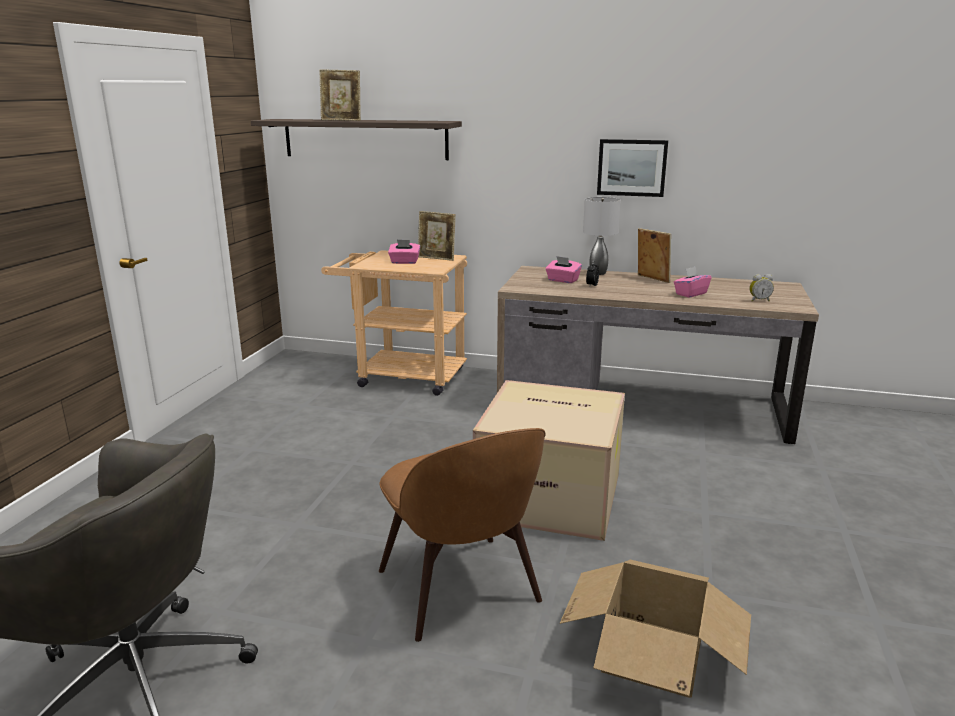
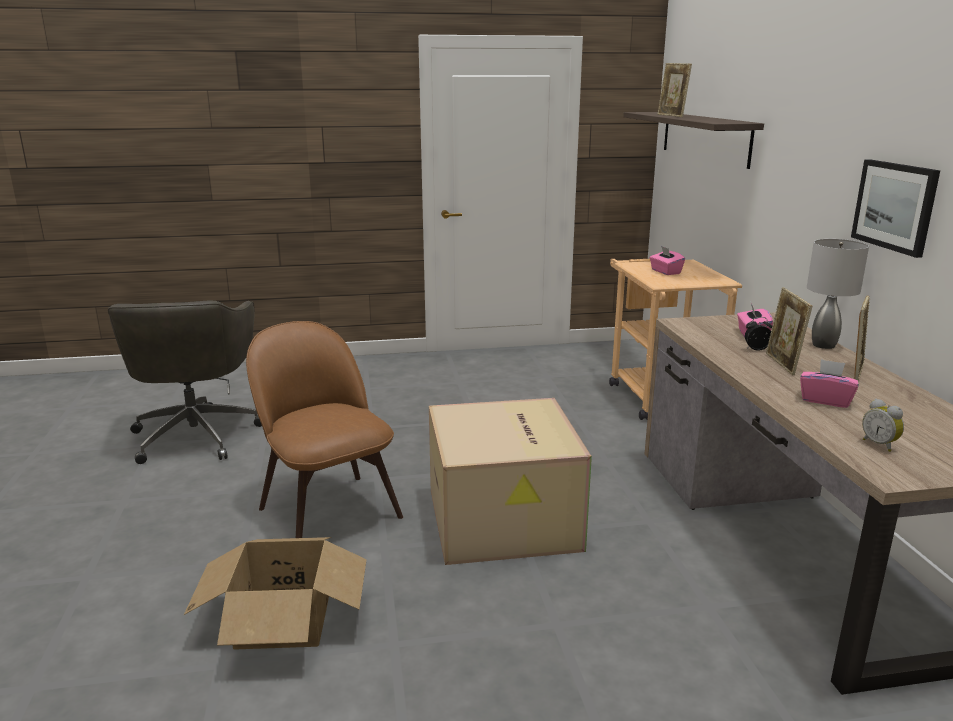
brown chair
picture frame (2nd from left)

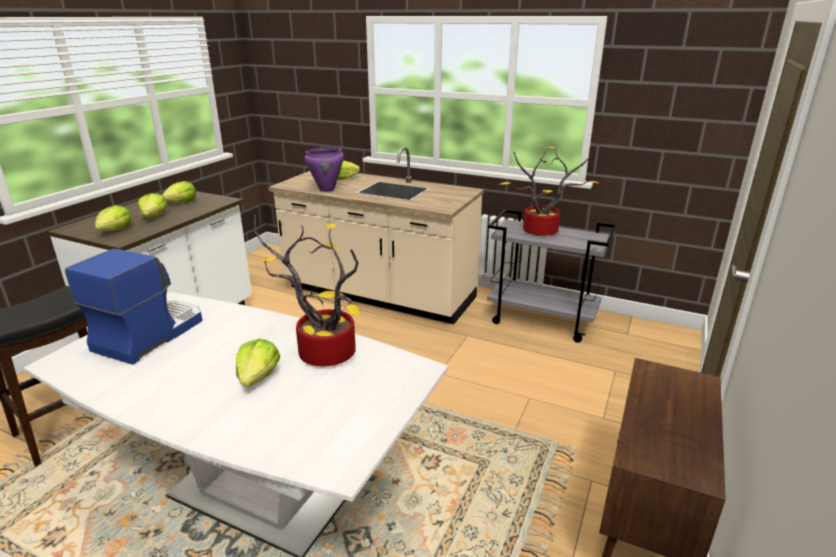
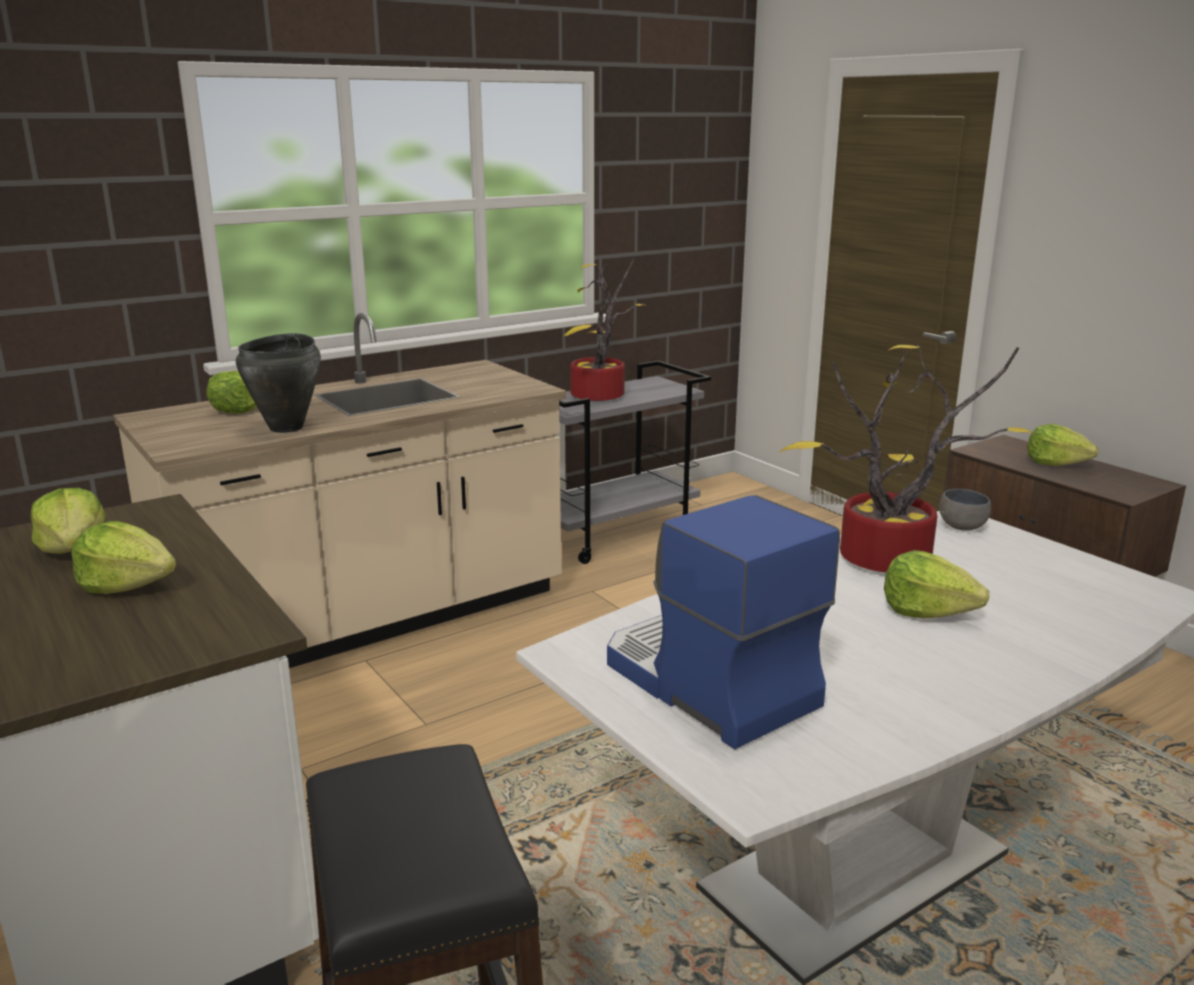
black cooking pot
grey bowl
lettuce (5th from left)

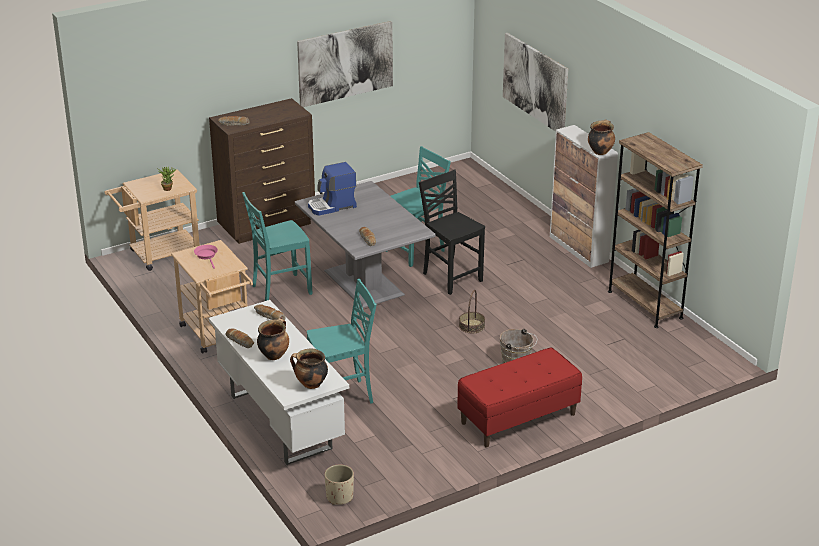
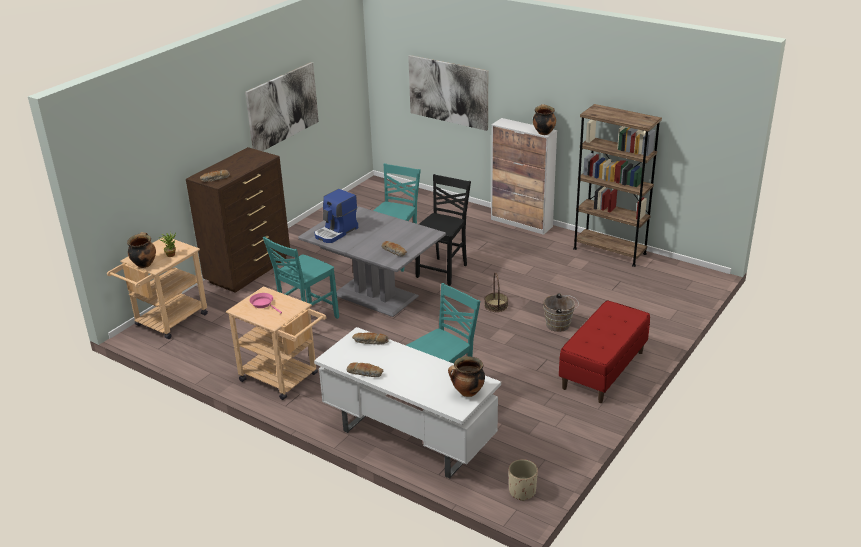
cooking pot (1st from left)
black chair

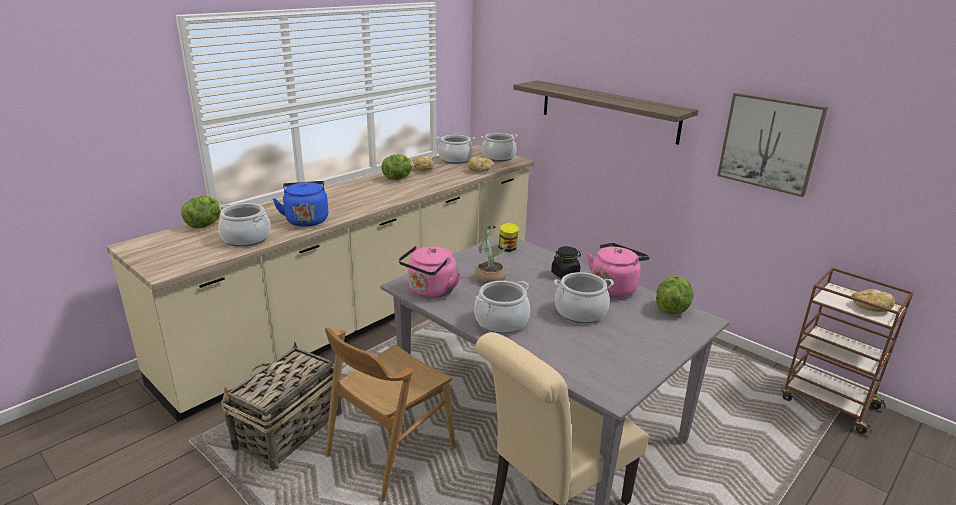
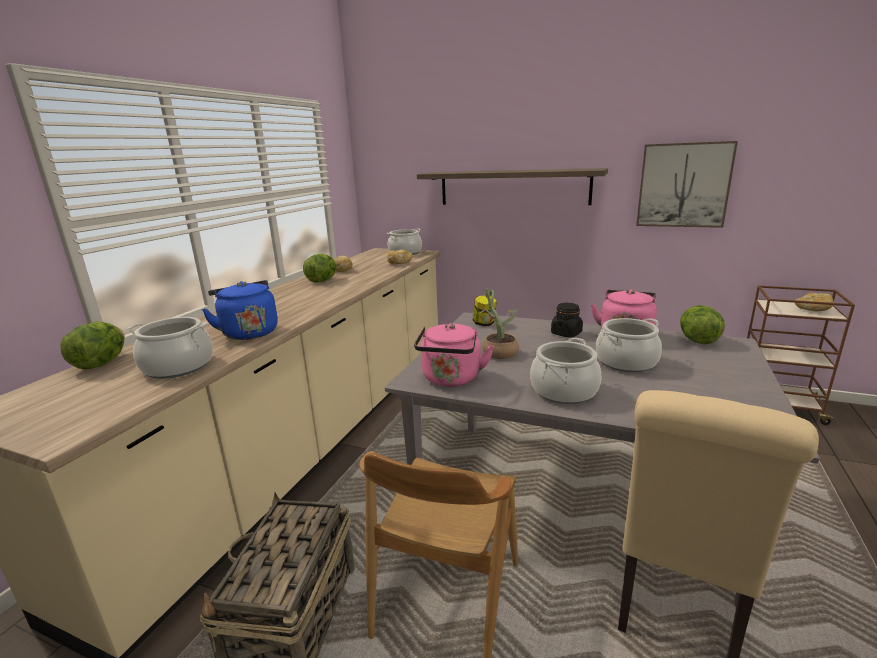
cooking pot (2nd from left in the first image)

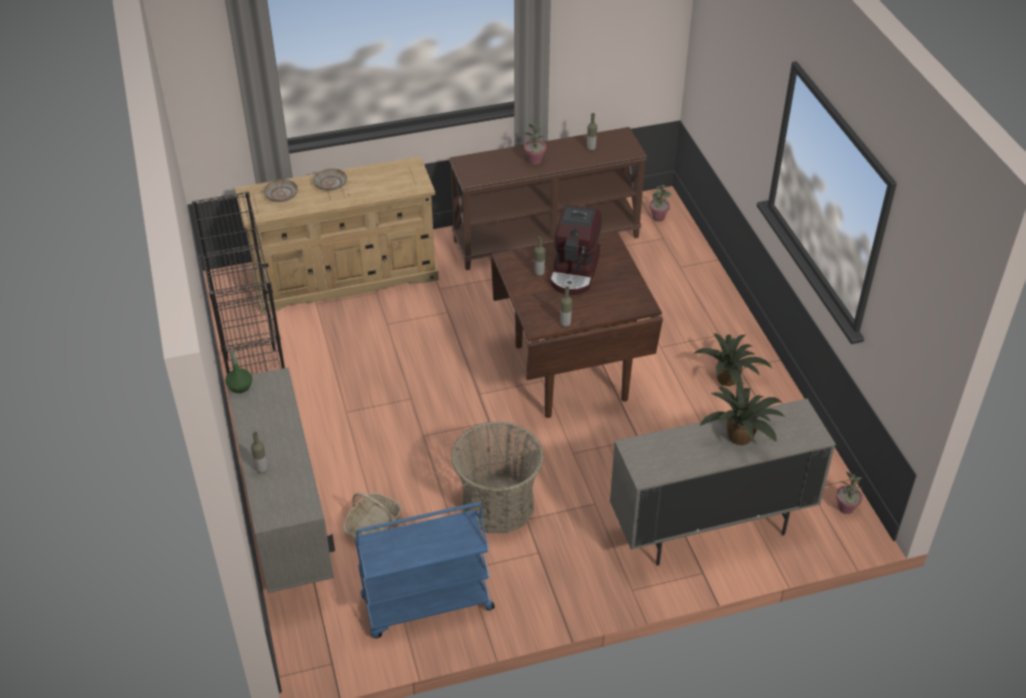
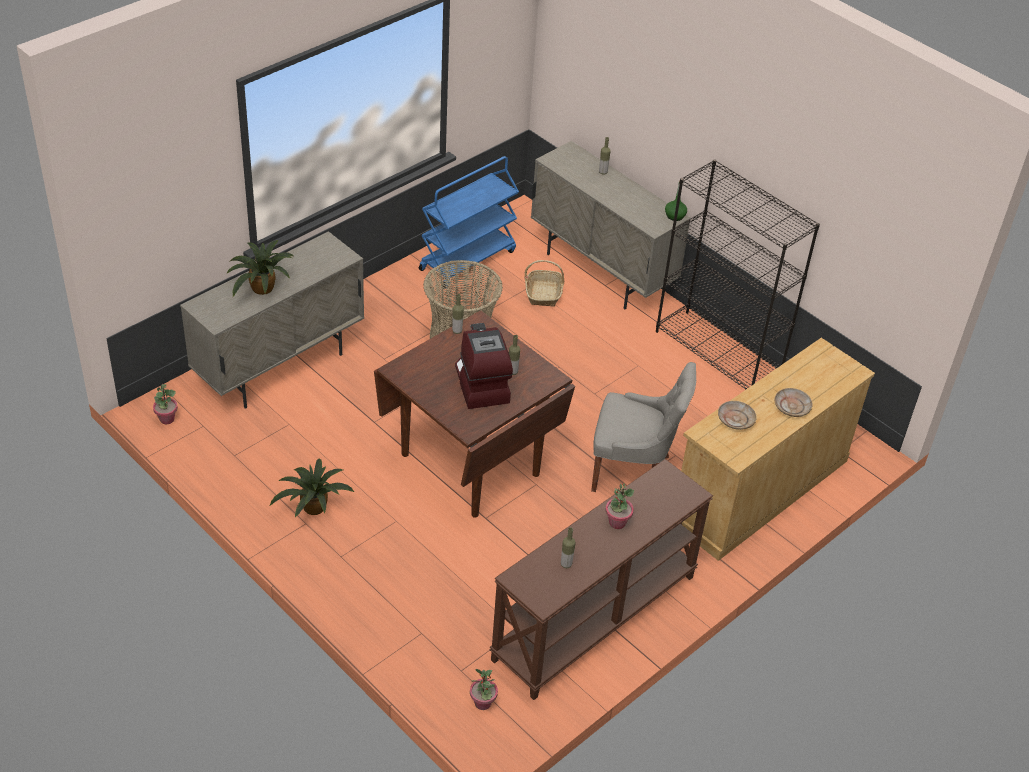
grey chair
beige plate (1st from left)

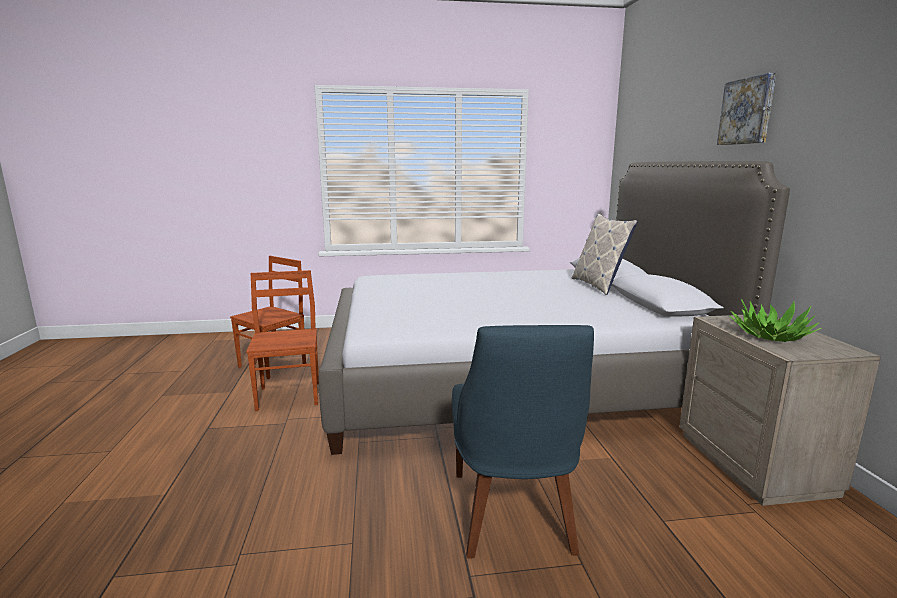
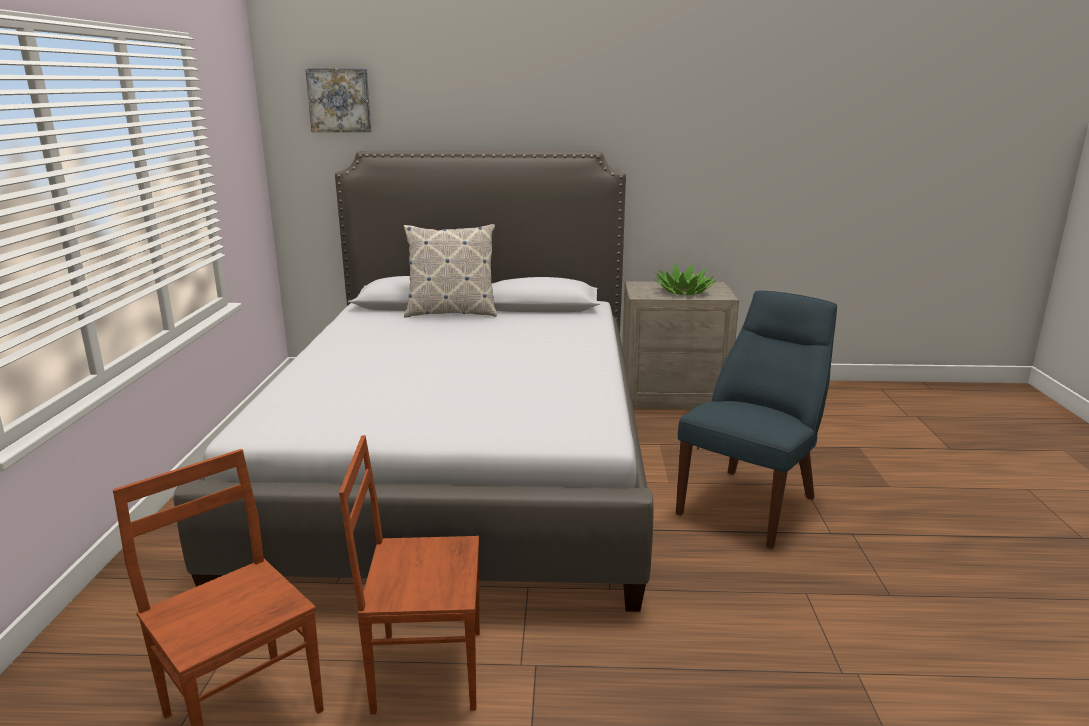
picture
blue chair

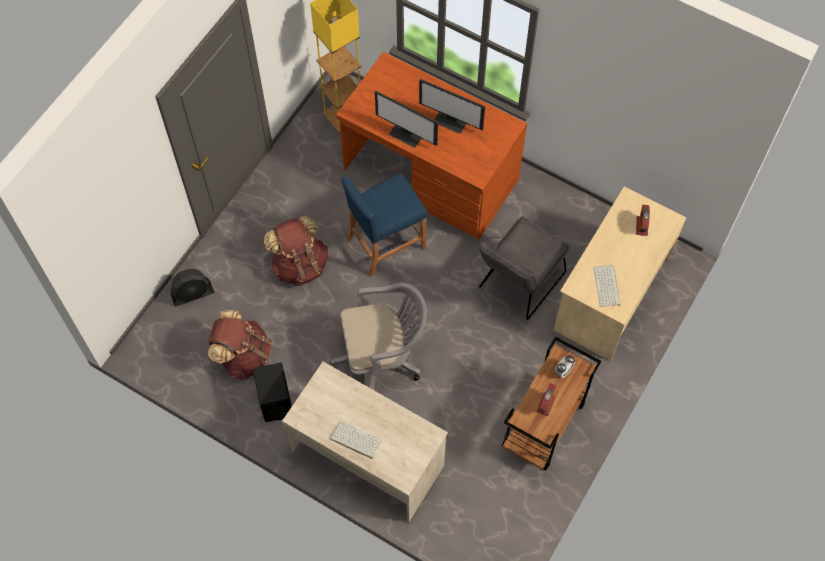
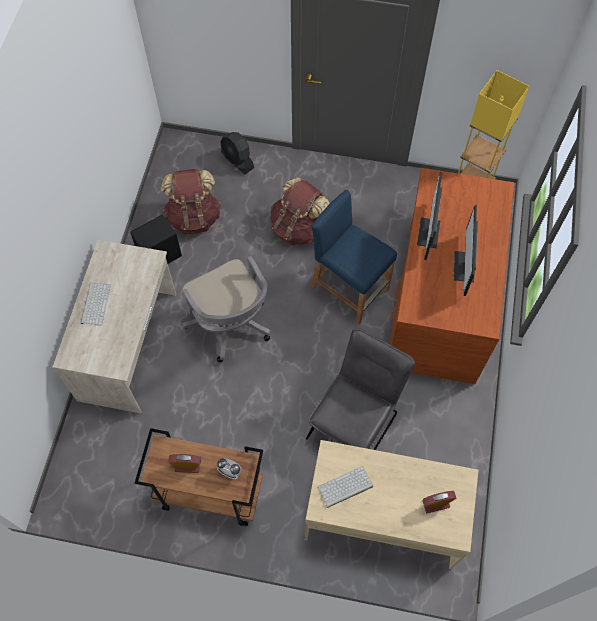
grey chair

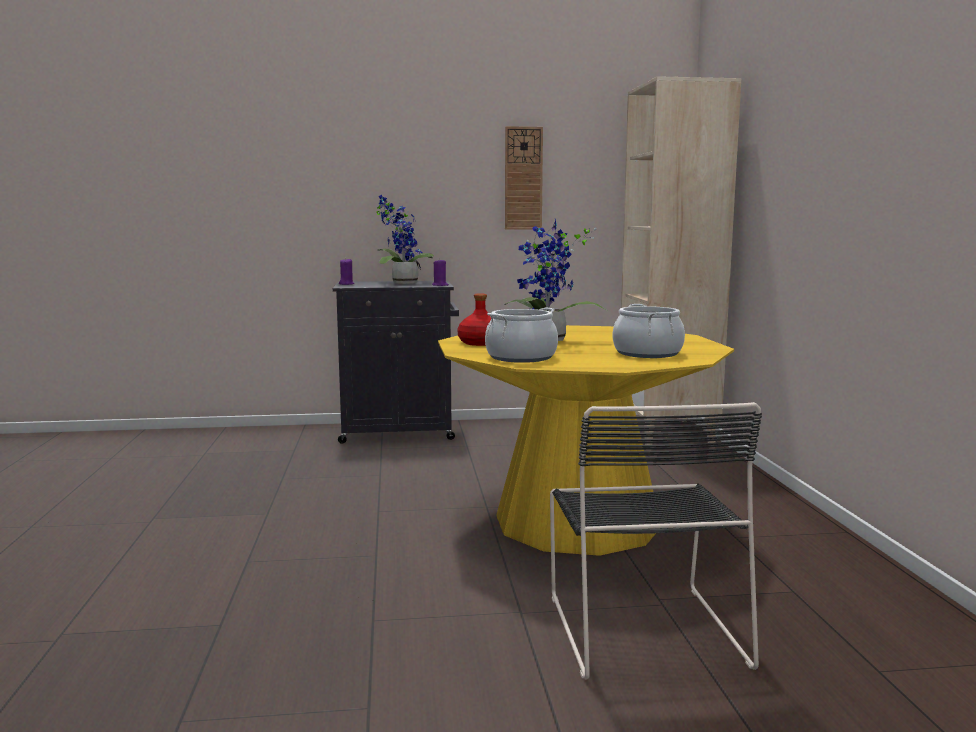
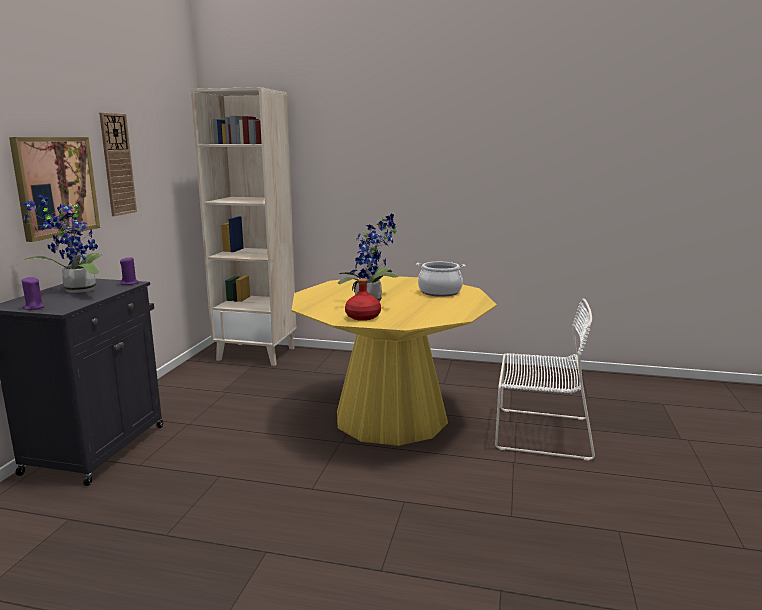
picture
white chair
cooking pot (1st from left in the first image)

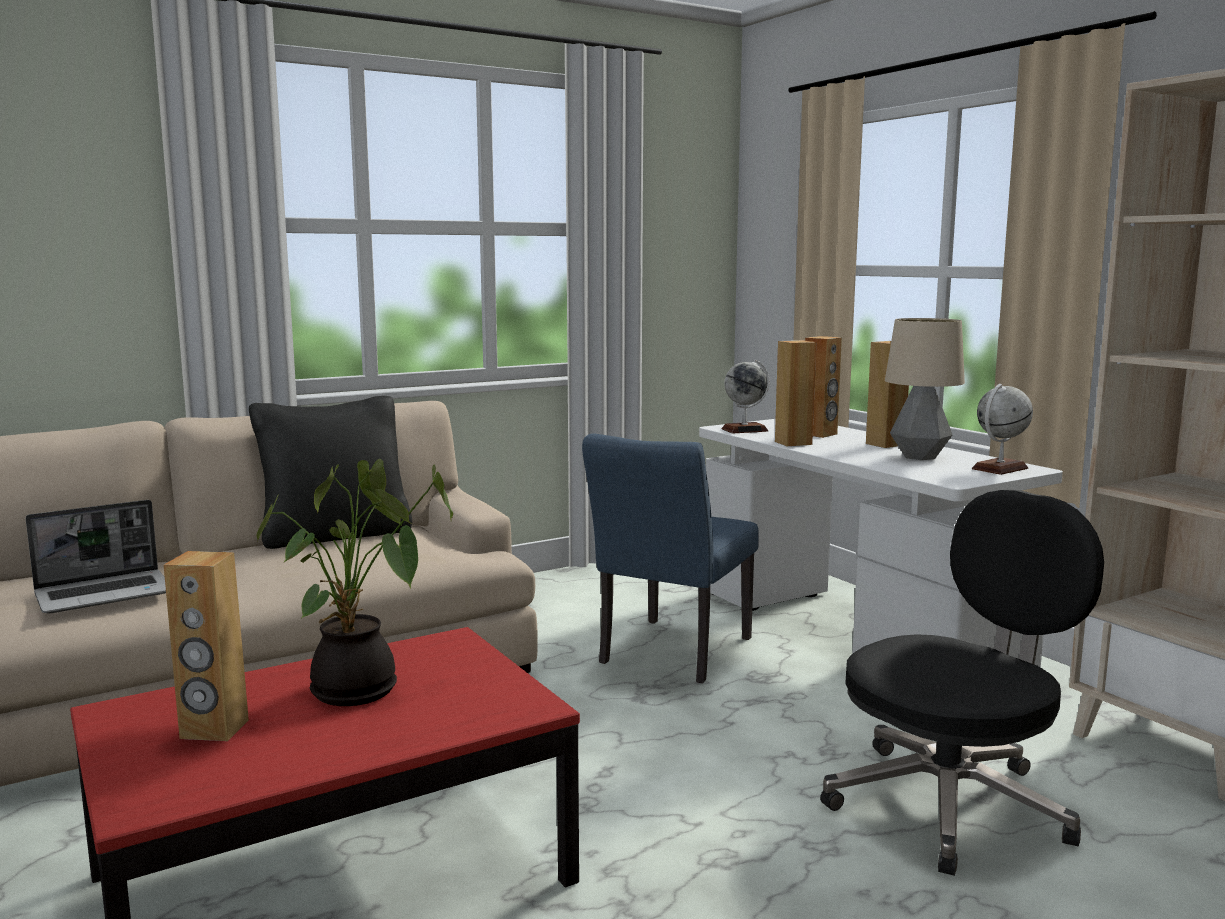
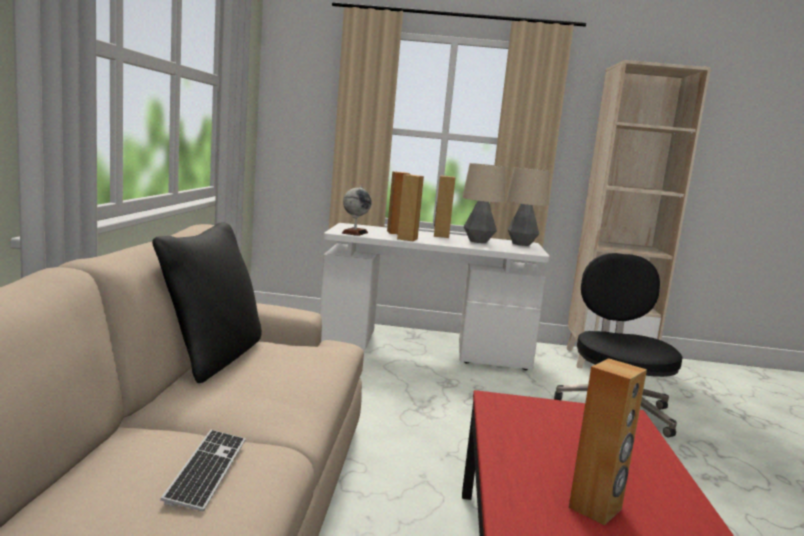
keyboard
table lamp (2nd from left)
potted plant
blue chair

